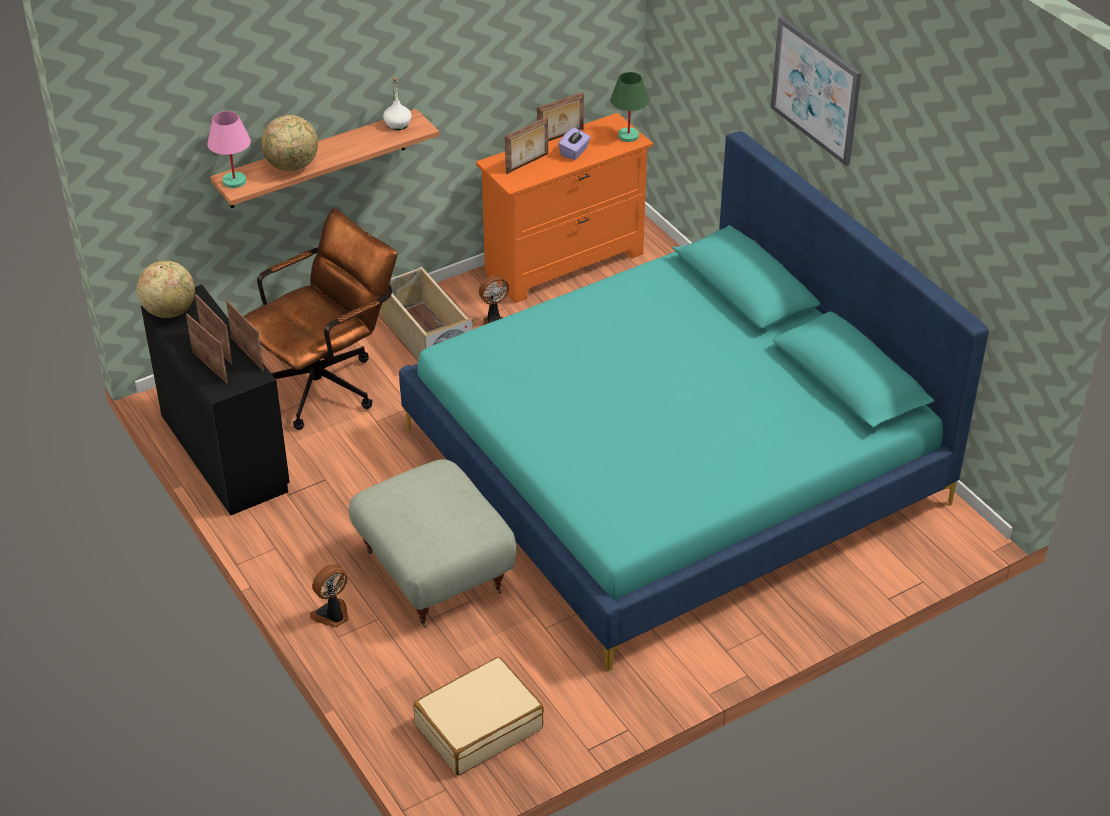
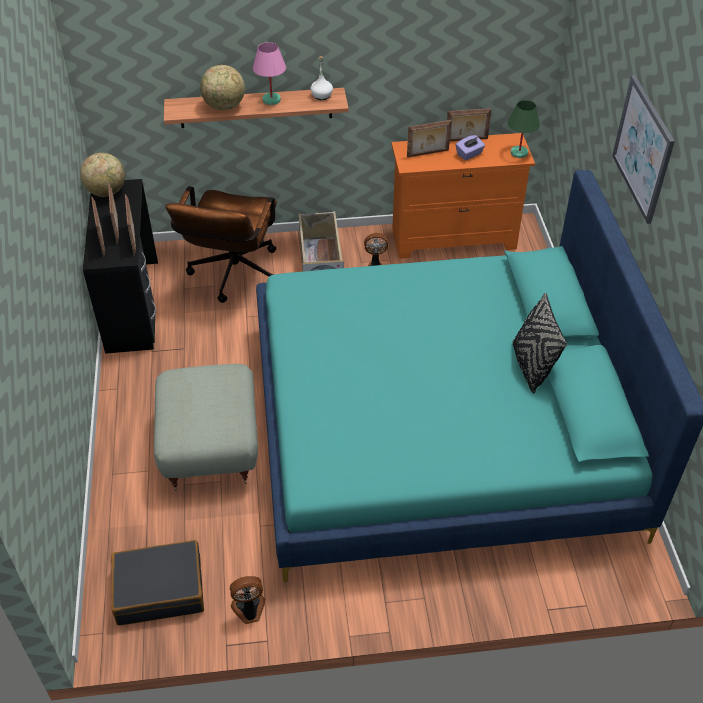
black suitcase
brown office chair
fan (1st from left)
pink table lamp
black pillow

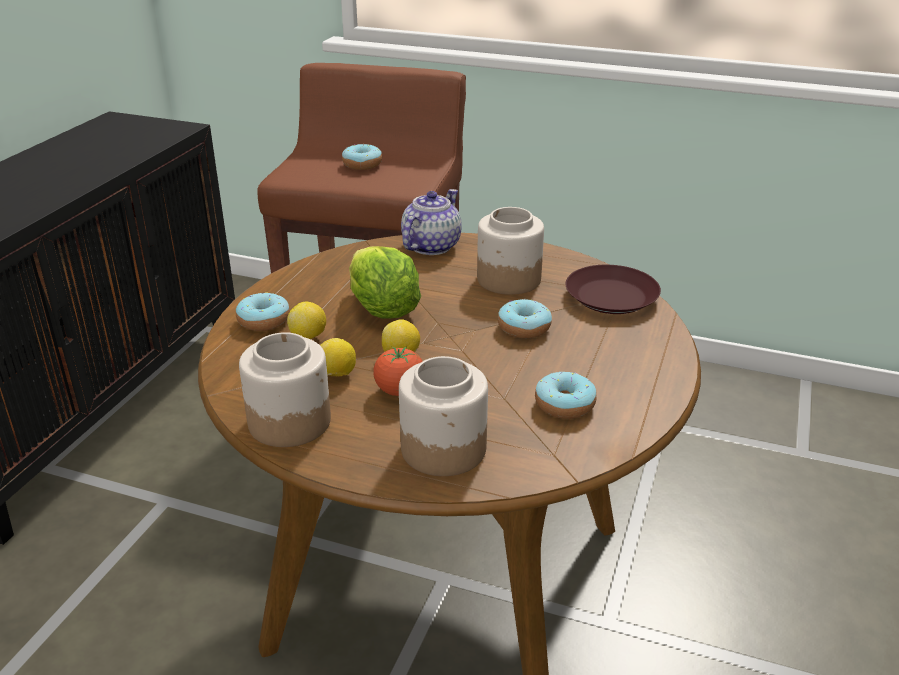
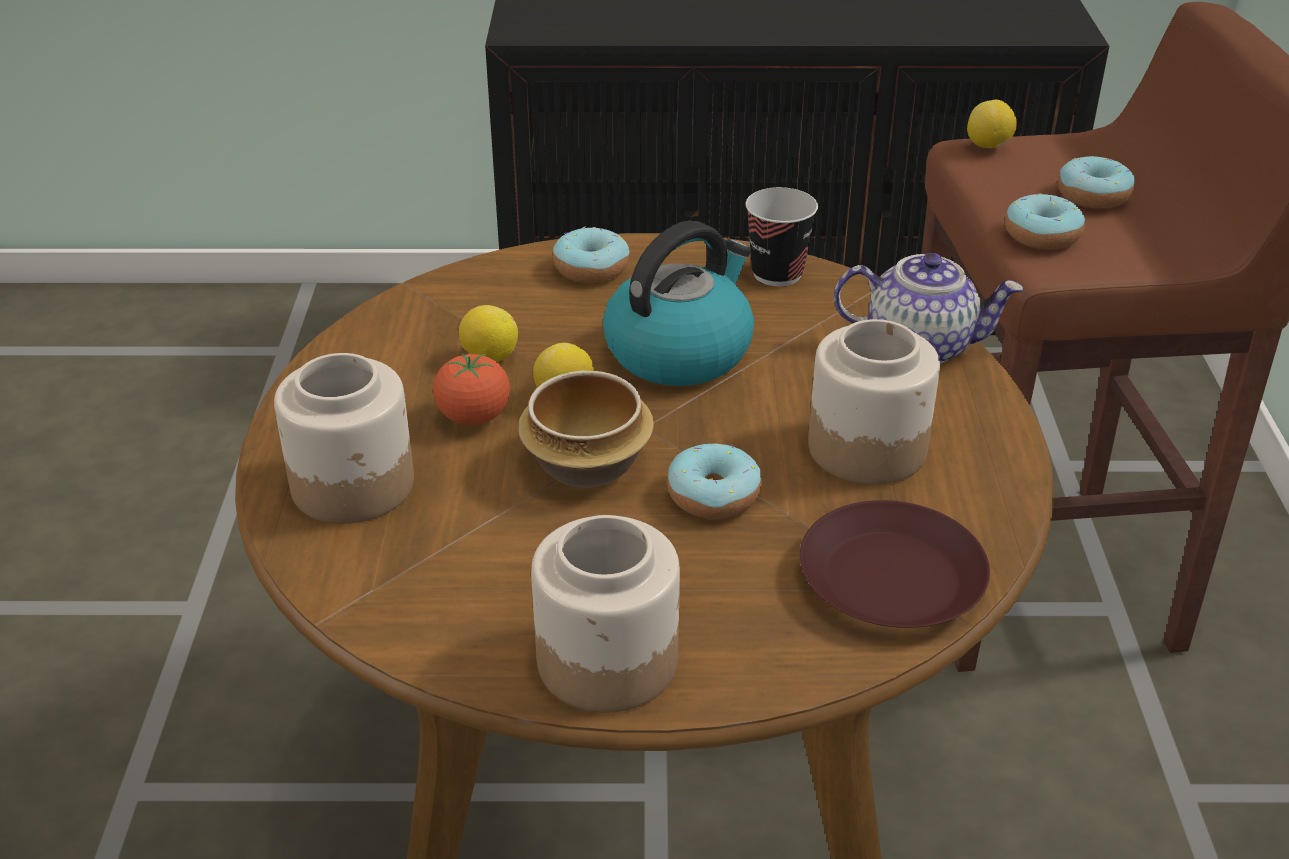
bowl
jar (2nd from left)
kettle
cup
lemon (3rd from left)
donut (3rd from left)

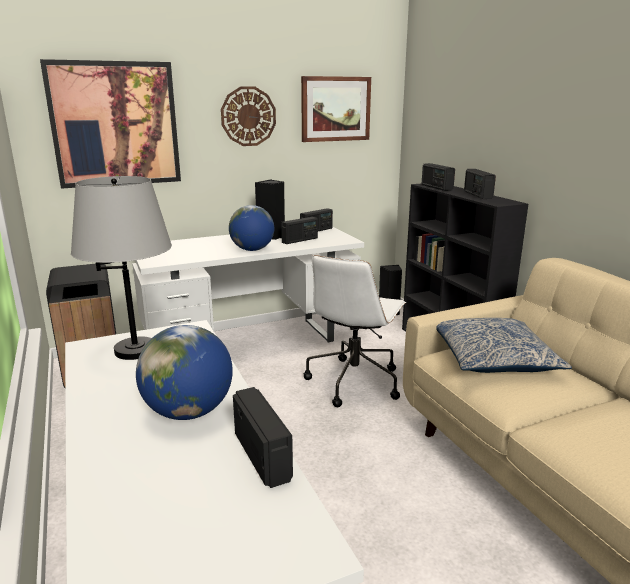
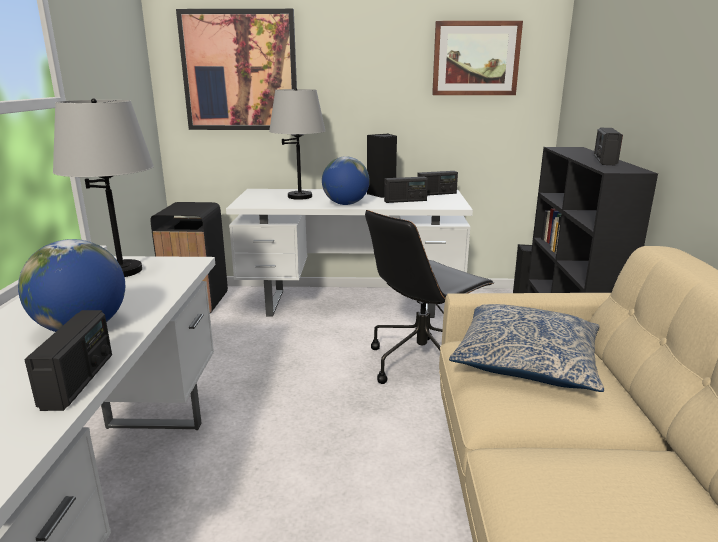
grey table lamp (2nd from left)
black office chair
wall clock
radio (4th from left in the first image)

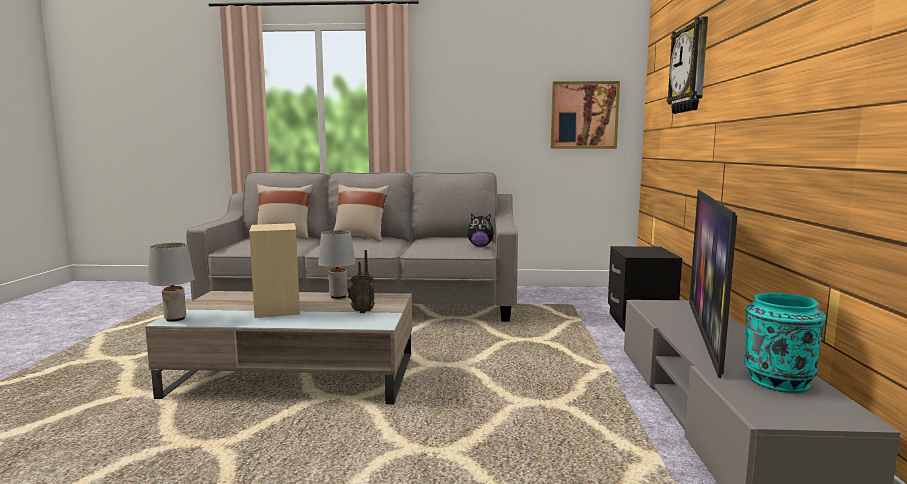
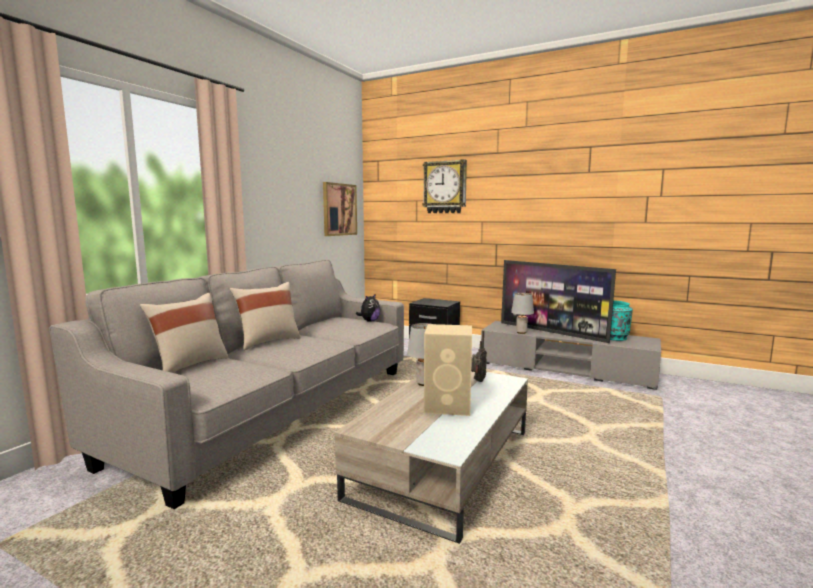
grey table lamp (2nd from left)

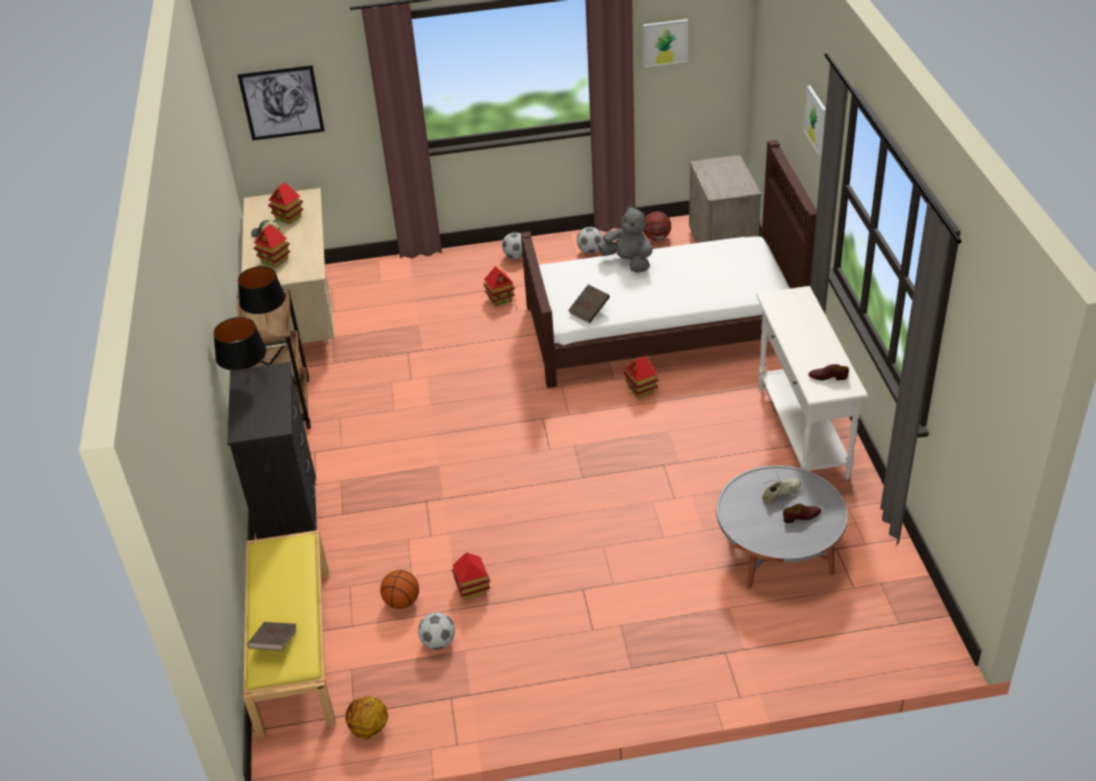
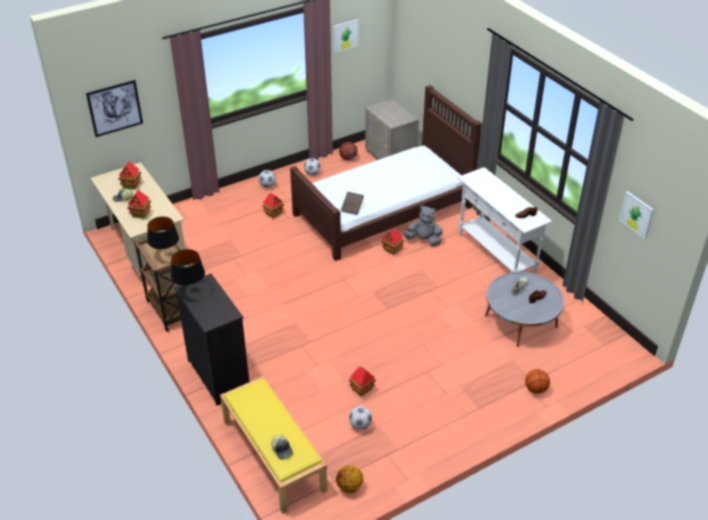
cap (2nd from left)
grey plush toy
basketball (3rd from left)
picture (3rd from left)

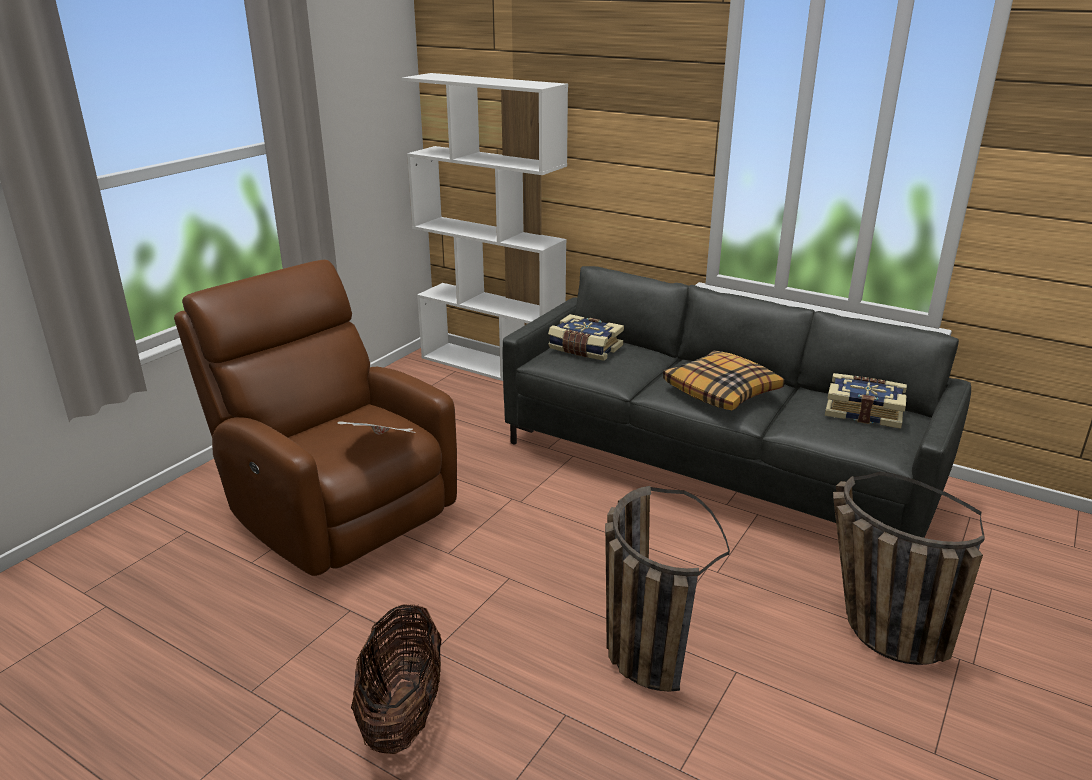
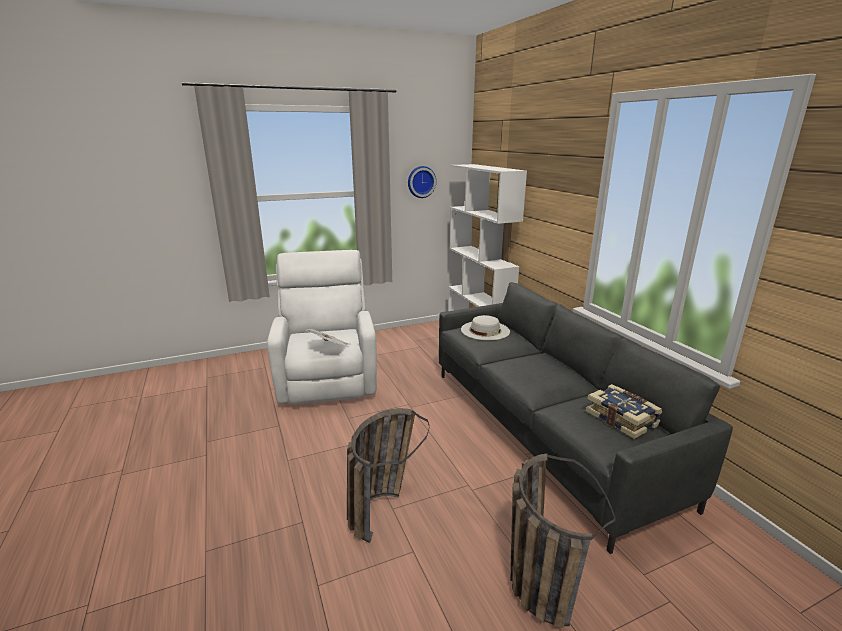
white armchair
wall clock
white hat
basket (1st from left in the first image)
pillow

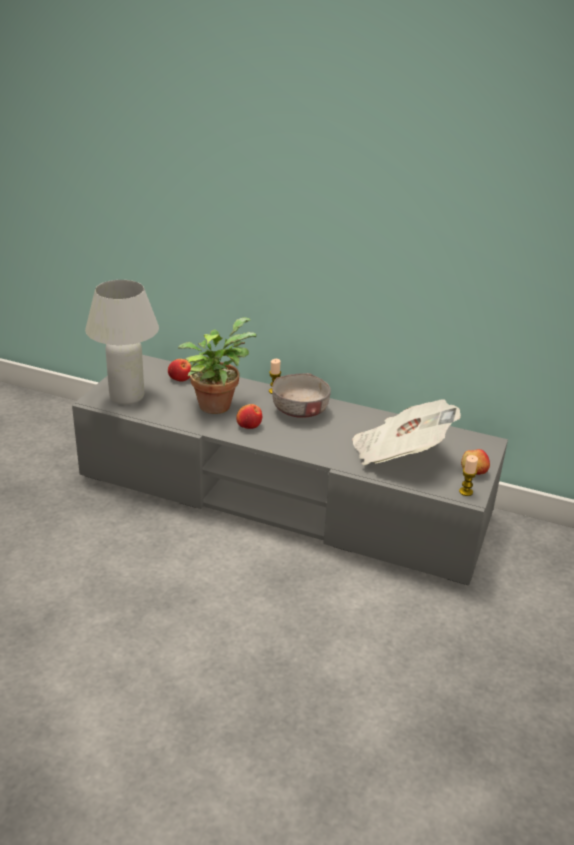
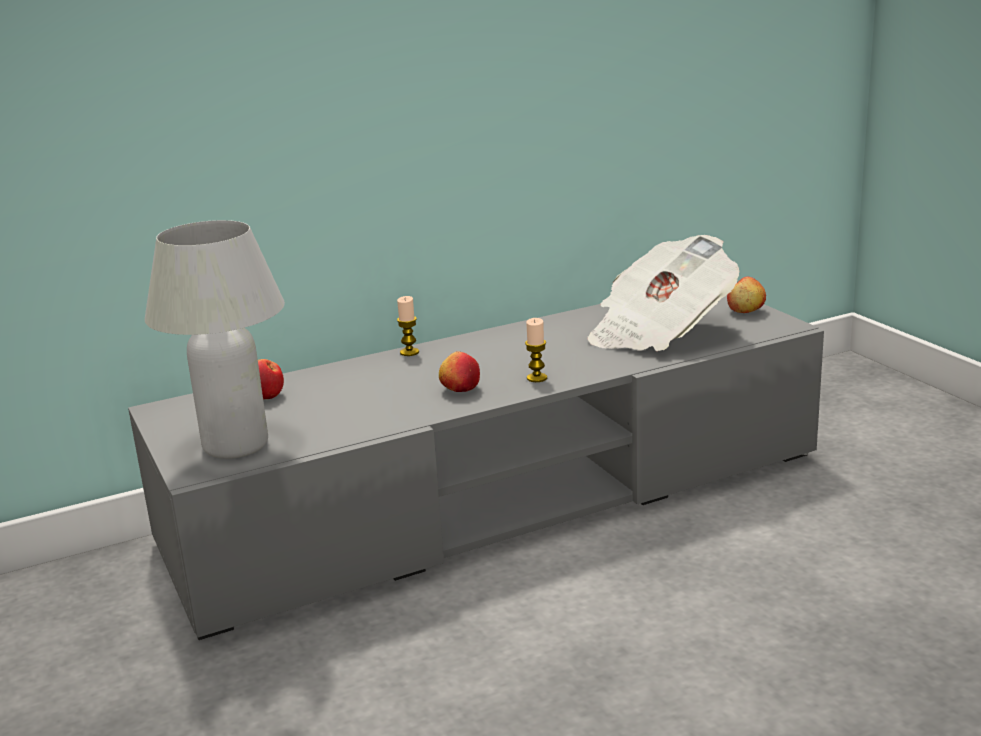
candle (2nd from left)
potted plant
grey bowl

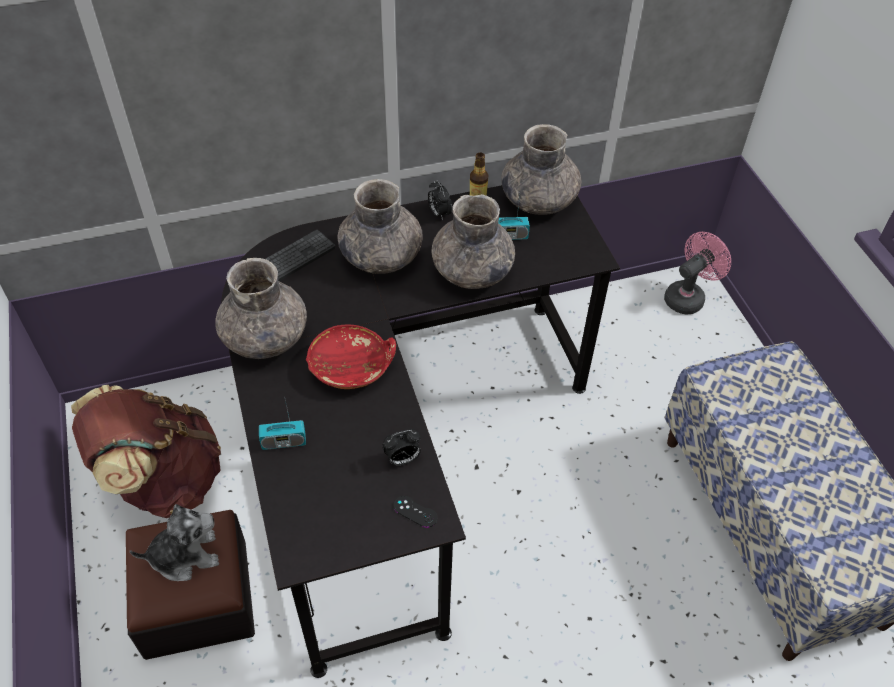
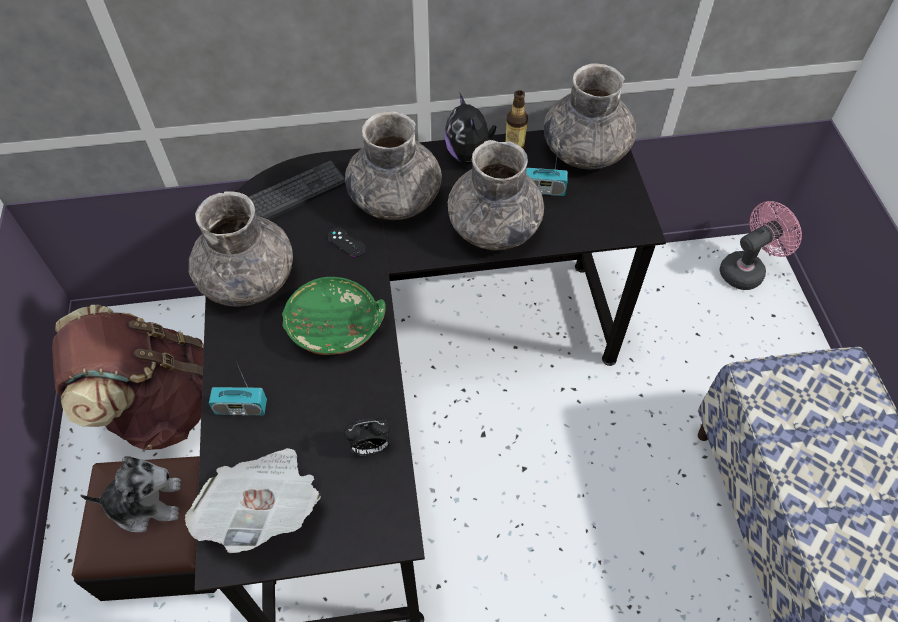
newspaper
green bowl
black game controller
plush toy (2nd from left)

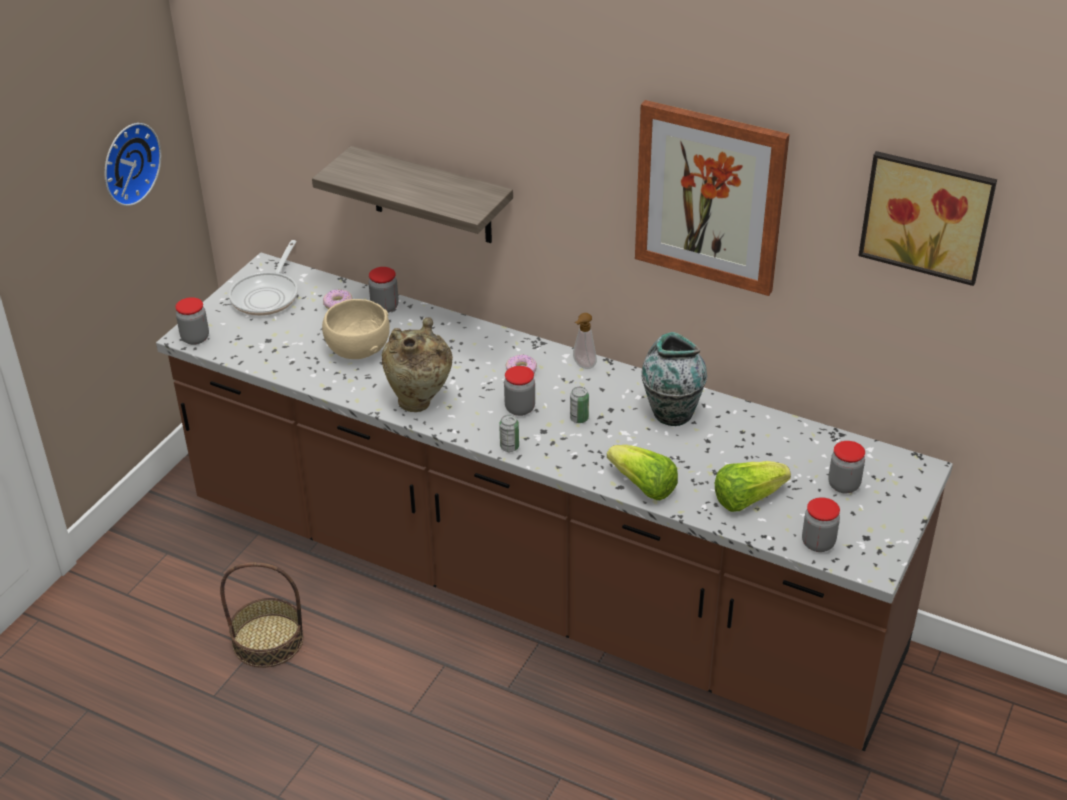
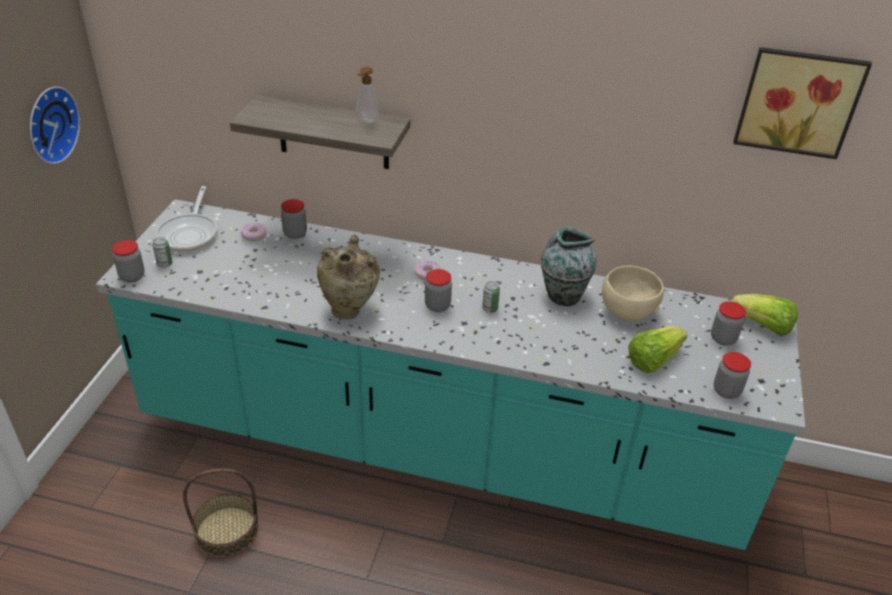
turquoise counter
can (1st from left)
soap dispenser
beige bowl
lettuce (2nd from left)
picture (1st from left in the first image)

